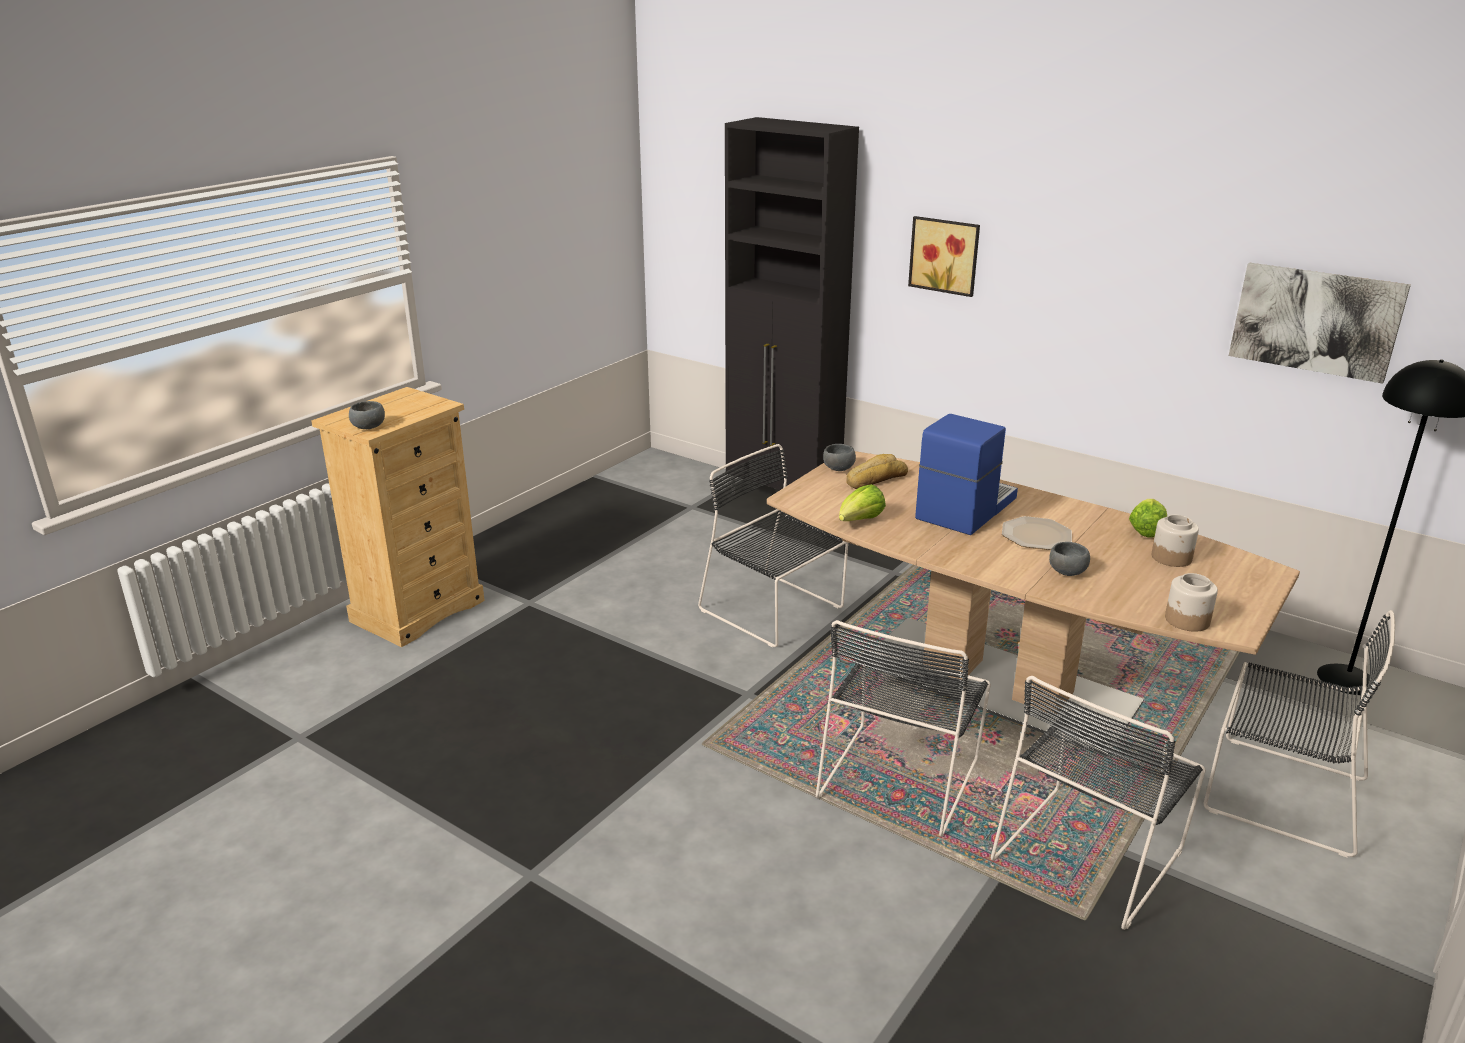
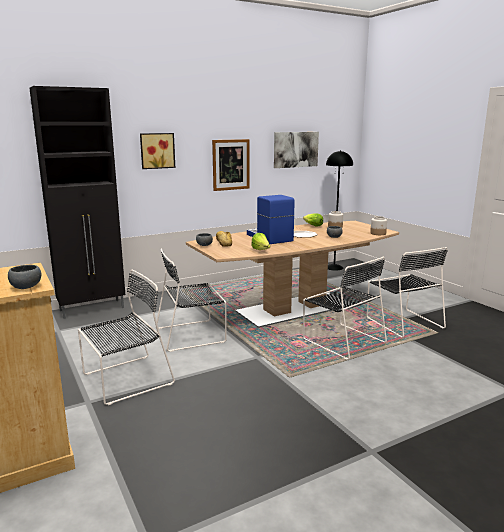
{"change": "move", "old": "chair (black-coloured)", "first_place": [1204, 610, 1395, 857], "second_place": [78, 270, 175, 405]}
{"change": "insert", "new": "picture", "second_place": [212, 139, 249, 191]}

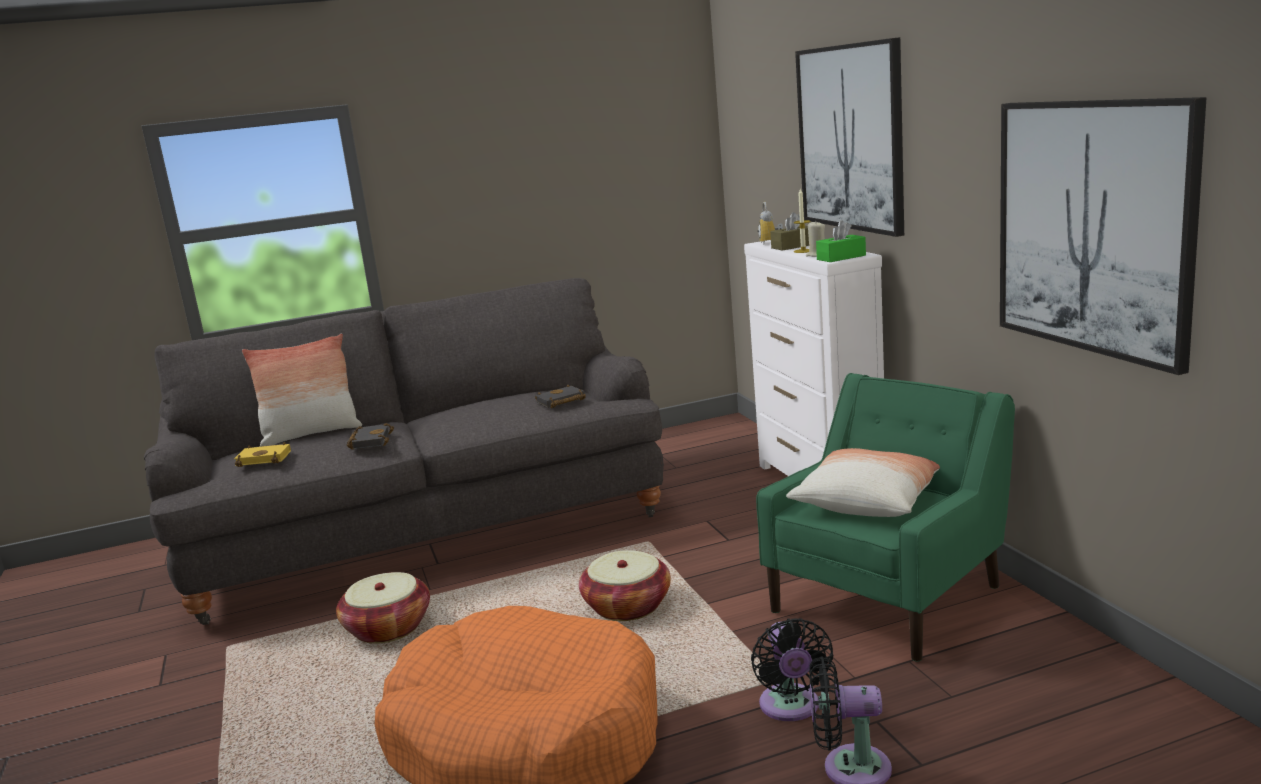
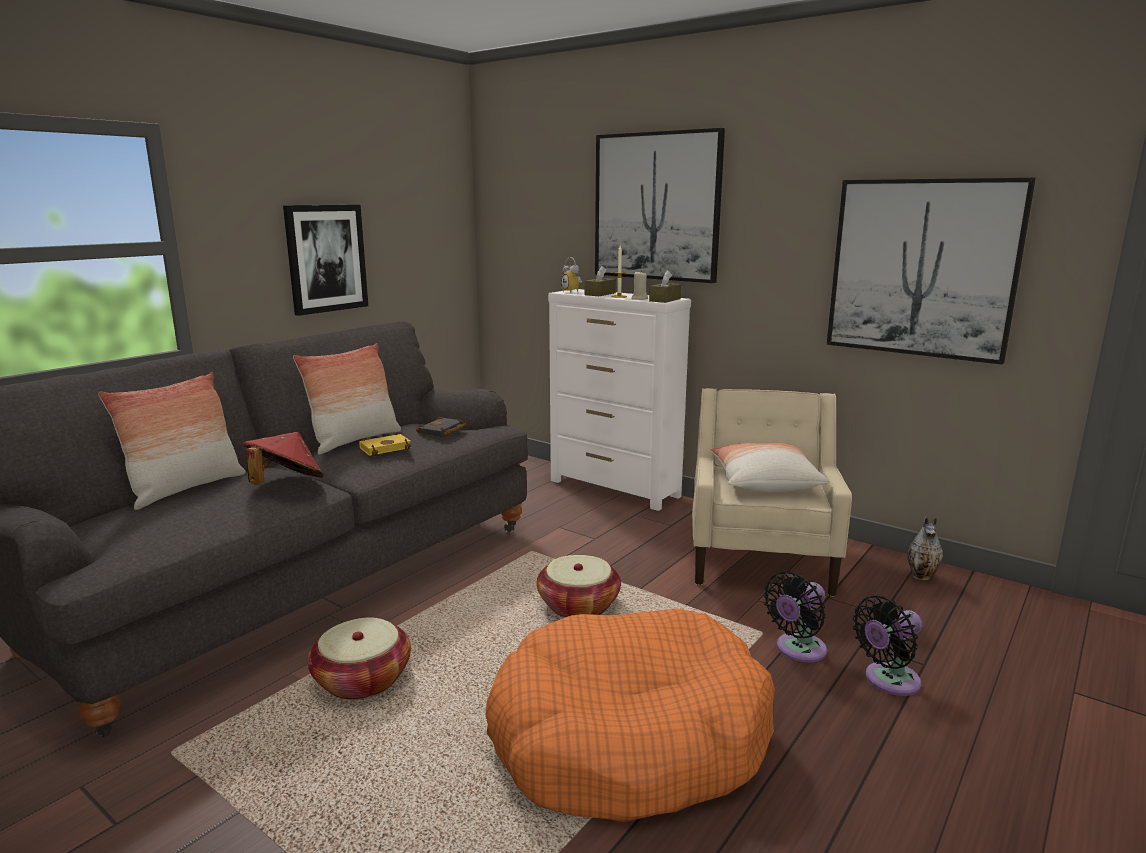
{"change": "replace", "old": "bound book (black-coloured)", "new": "clothing hat (reddish)", "first_place": [347, 423, 394, 450], "second_place": [243, 432, 324, 485]}
{"change": "insert", "new": "picture", "second_place": [283, 205, 368, 316]}
{"change": "insert", "new": "cushion", "second_place": [293, 343, 401, 455]}
{"change": "move", "old": "bound book (yellow-coloured)", "first_place": [234, 442, 291, 467], "second_place": [359, 433, 411, 456]}
{"change": "recolor", "old": "tissue holder (green-coloured)", "new": "tissue holder (brown)", "first_place": [816, 220, 866, 262], "second_place": [649, 270, 681, 303]}
{"change": "recolor", "old": "lounge chair (green-coloured)", "new": "lounge chair (beige)", "first_place": [756, 373, 1015, 662], "second_place": [692, 388, 852, 597]}
{"change": "rotate", "old": "cooling fan (black-coloured)", "first_place": [751, 618, 833, 721], "second_place": [764, 572, 827, 663], "degrees": 90}
{"change": "insert", "new": "vase", "second_place": [907, 516, 943, 580]}

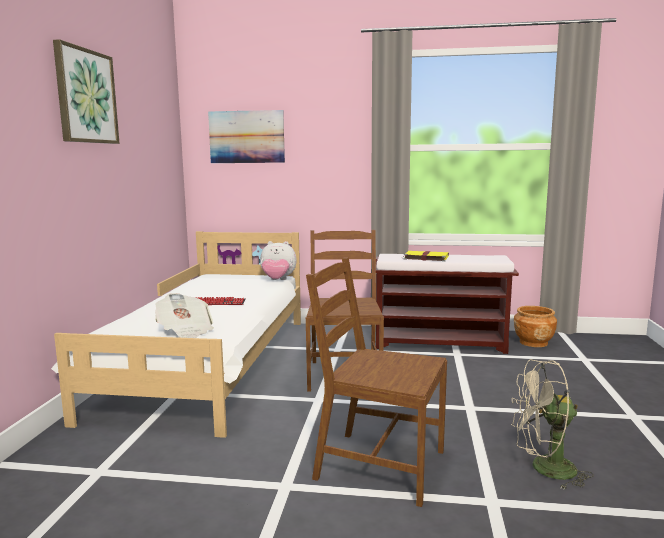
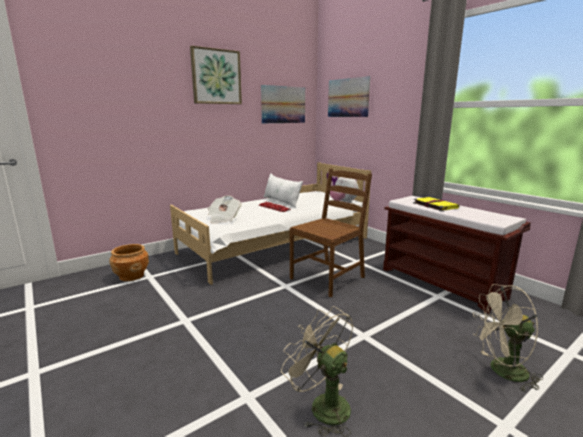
{"change": "move", "old": "flower pot (brown)", "first_place": [514, 306, 557, 347], "second_place": [110, 244, 149, 281]}
{"change": "insert", "new": "picture", "second_place": [261, 85, 305, 123]}
{"change": "insert", "new": "cushion (white-coloured)", "second_place": [264, 173, 303, 208]}
{"change": "insert", "new": "cooling fan (beige)", "second_place": [473, 284, 543, 393]}
{"change": "delete", "old": "chair (brown)", "first_place": [306, 257, 447, 507]}

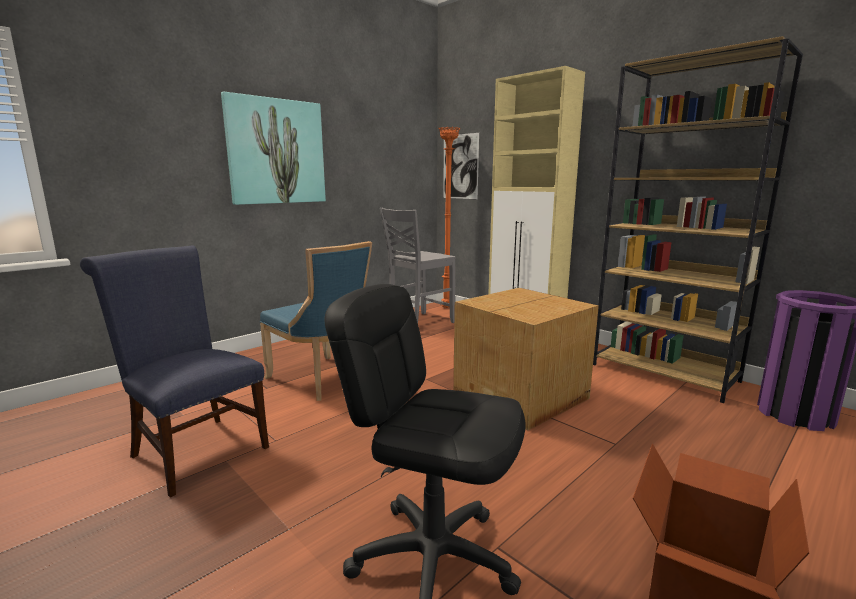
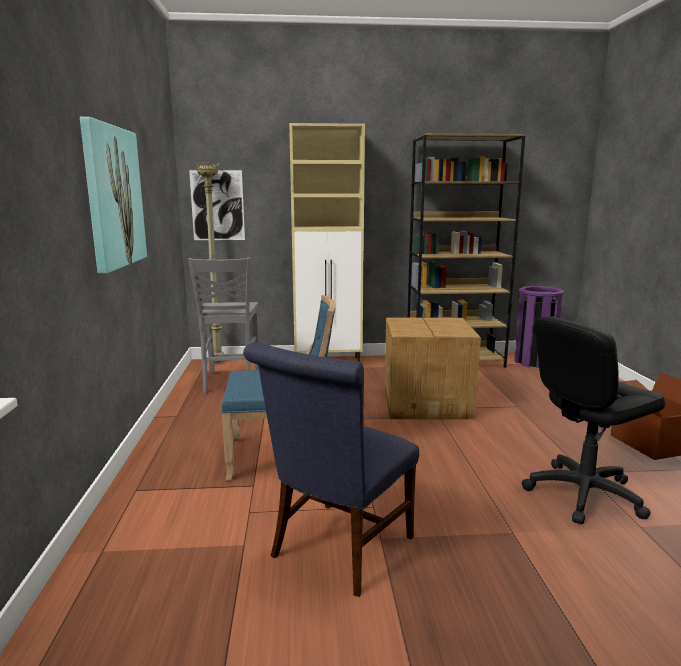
{"change": "recolor", "old": "standing lamp (orange-coloured)", "new": "standing lamp (beige)", "first_place": [439, 127, 460, 308], "second_place": [195, 162, 224, 363]}
{"change": "rotate", "old": "chair (bluish)", "first_place": [80, 246, 269, 498], "second_place": [243, 342, 419, 597], "degrees": -45}

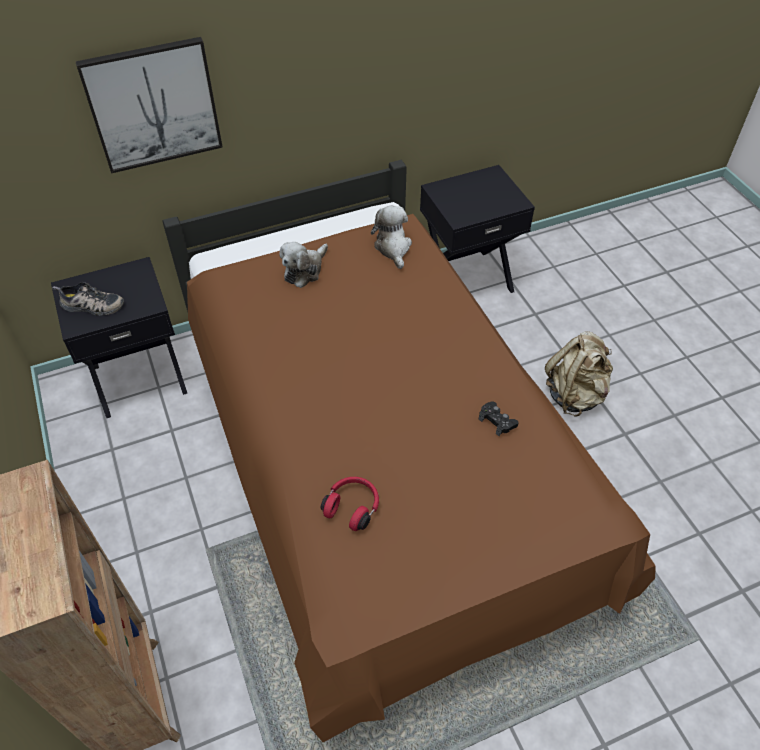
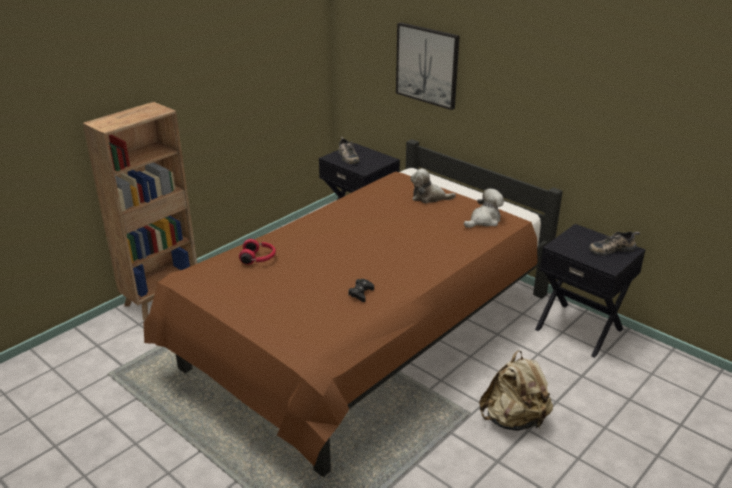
{"change": "insert", "new": "shoe", "second_place": [589, 232, 640, 255]}

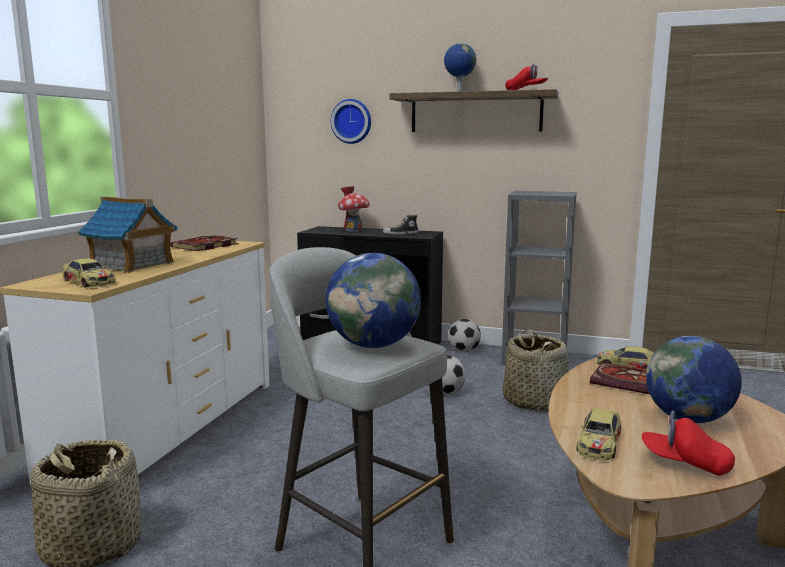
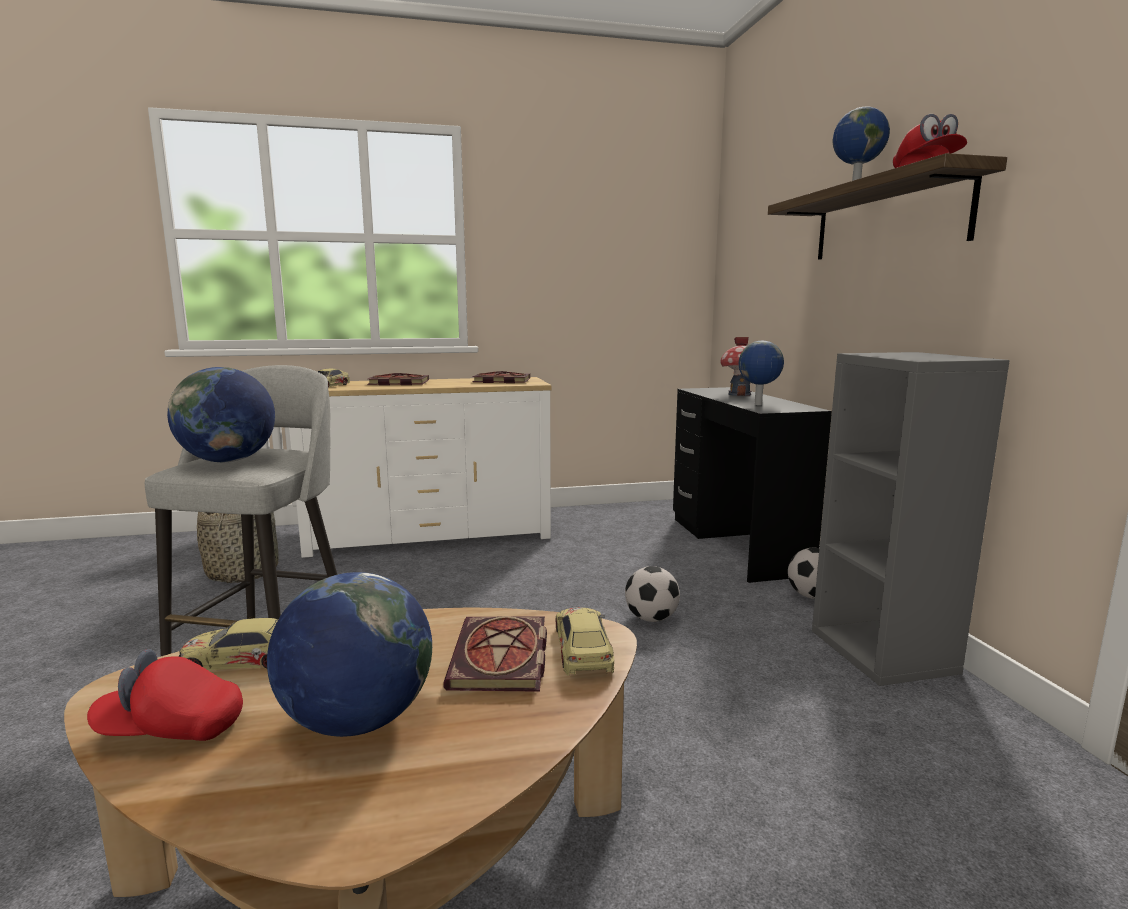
{"change": "rotate", "old": "peaked cap (reddish)", "first_place": [642, 410, 735, 476], "second_place": [87, 649, 243, 741], "degrees": -90}
{"change": "replace", "old": "toy house", "new": "bound book", "first_place": [78, 197, 178, 273], "second_place": [367, 373, 429, 385]}
{"change": "replace", "old": "shoe", "new": "desk globe", "first_place": [383, 215, 419, 235], "second_place": [739, 341, 784, 405]}
{"change": "delete", "old": "clock on the wall", "first_place": [331, 99, 371, 144]}
{"change": "delete", "old": "household basket", "first_place": [503, 329, 569, 412]}

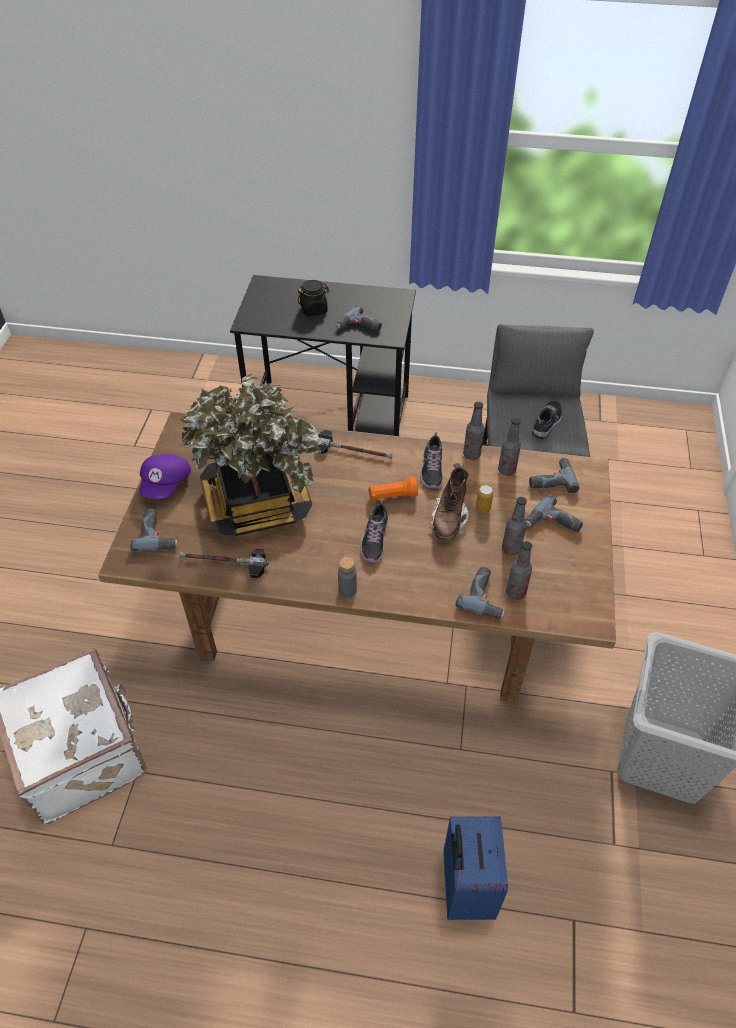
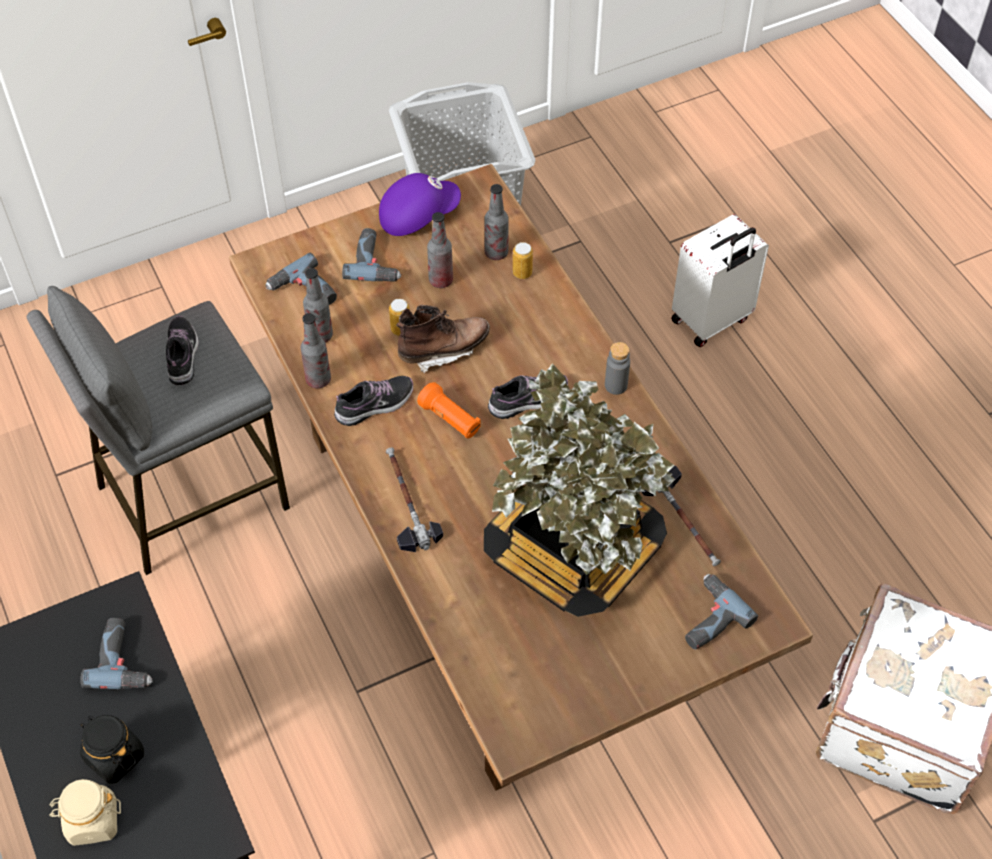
{"change": "insert", "new": "storage jar (beige)", "second_place": [49, 779, 121, 846]}
{"change": "rotate", "old": "shoe", "first_place": [532, 400, 562, 439], "second_place": [166, 316, 199, 385], "degrees": 90}
{"change": "move", "old": "peaked cap (purplish)", "first_place": [139, 454, 191, 499], "second_place": [379, 173, 461, 236]}
{"change": "replace", "old": "power drill", "new": "can", "first_place": [455, 567, 505, 619], "second_place": [513, 242, 533, 279]}
{"change": "recolor", "old": "travel case (bluish)", "new": "travel case (white-coloured)", "first_place": [443, 816, 508, 920], "second_place": [671, 214, 769, 347]}

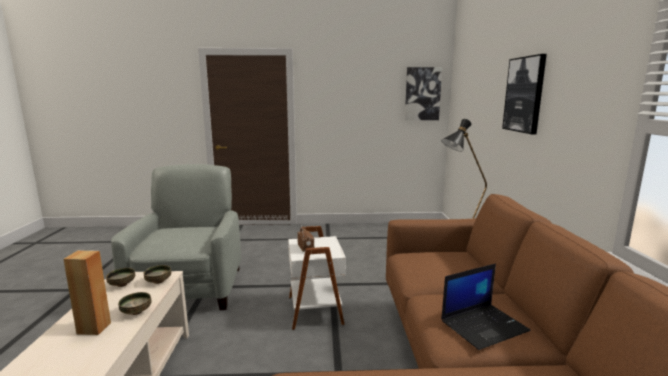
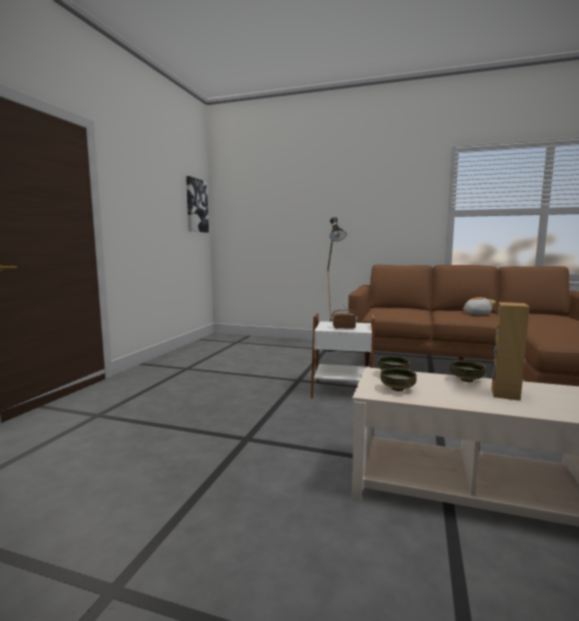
{"change": "replace", "old": "notebook computer", "new": "soft toy", "first_place": [441, 264, 530, 350], "second_place": [463, 297, 496, 315]}
{"change": "delete", "old": "lounge chair (gray)", "first_place": [111, 164, 241, 310]}
{"change": "delete", "old": "picture", "first_place": [502, 54, 547, 134]}

